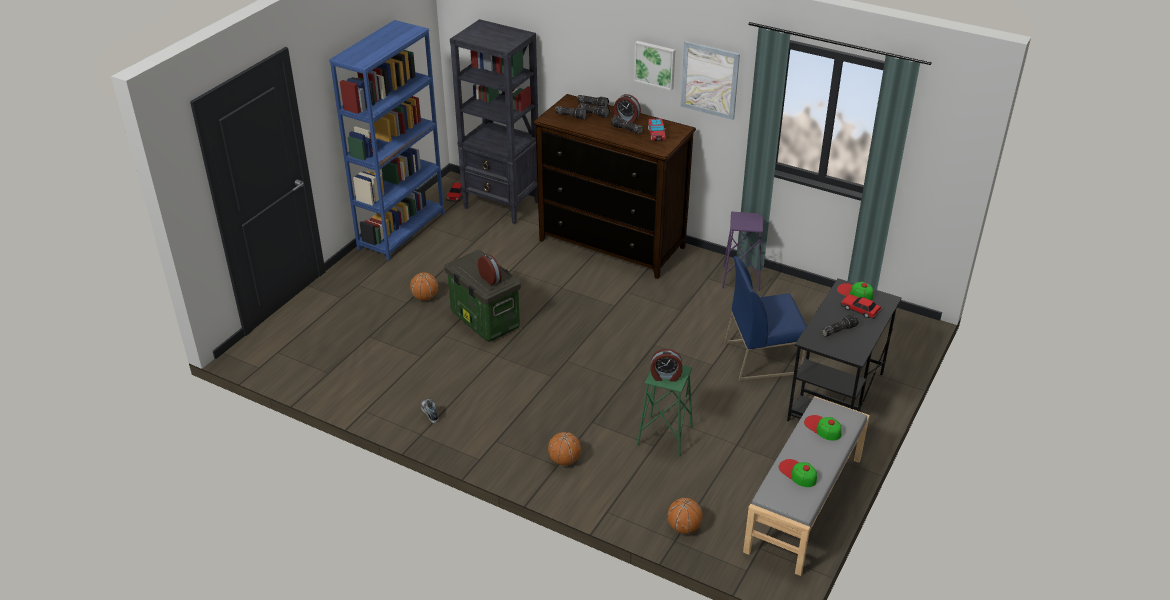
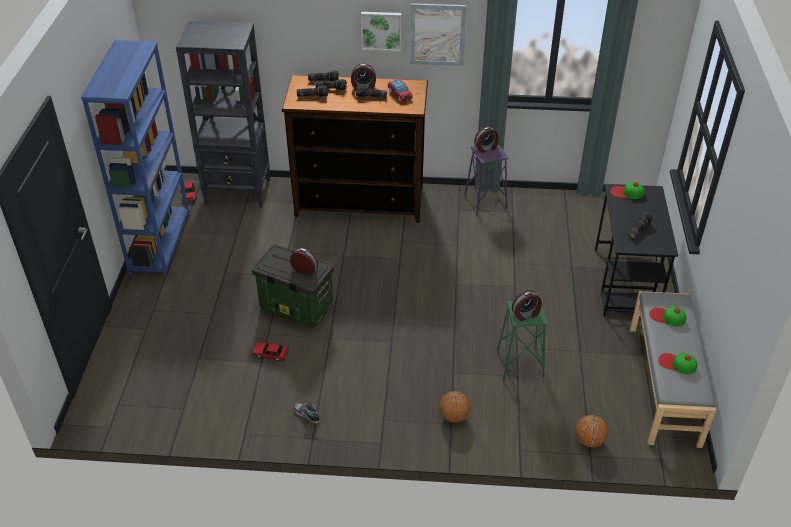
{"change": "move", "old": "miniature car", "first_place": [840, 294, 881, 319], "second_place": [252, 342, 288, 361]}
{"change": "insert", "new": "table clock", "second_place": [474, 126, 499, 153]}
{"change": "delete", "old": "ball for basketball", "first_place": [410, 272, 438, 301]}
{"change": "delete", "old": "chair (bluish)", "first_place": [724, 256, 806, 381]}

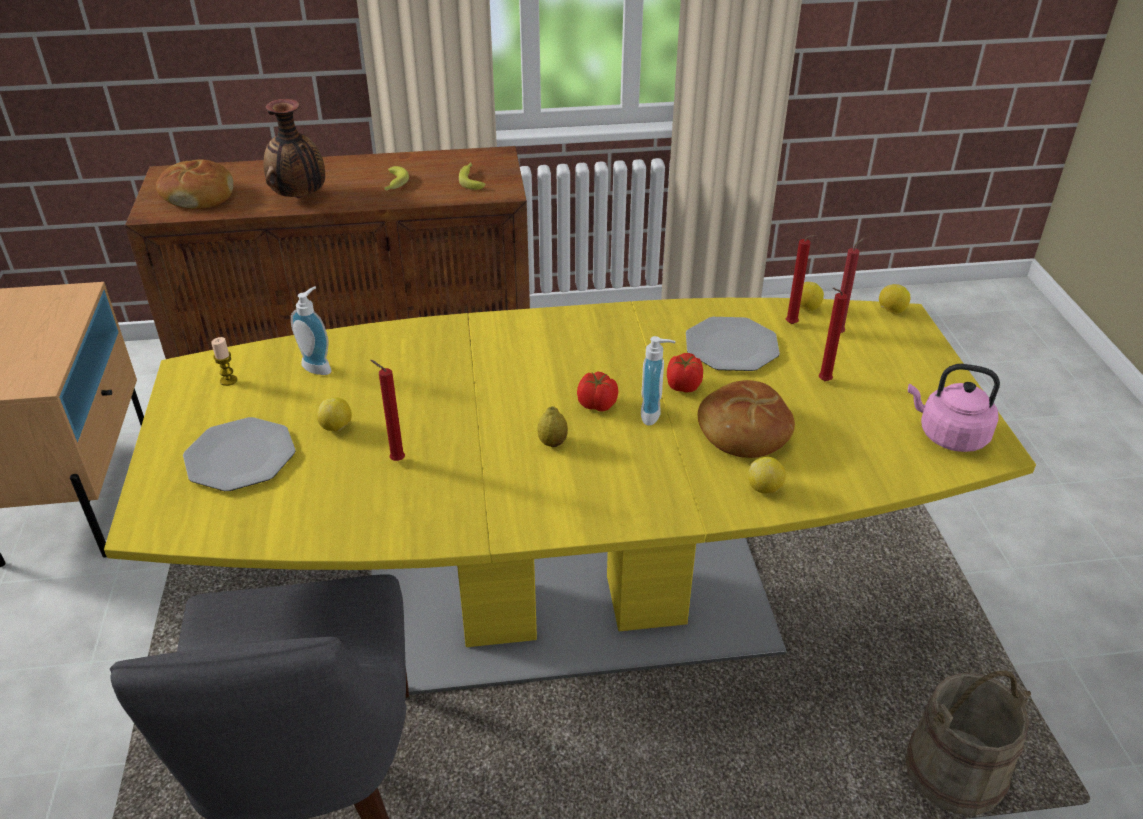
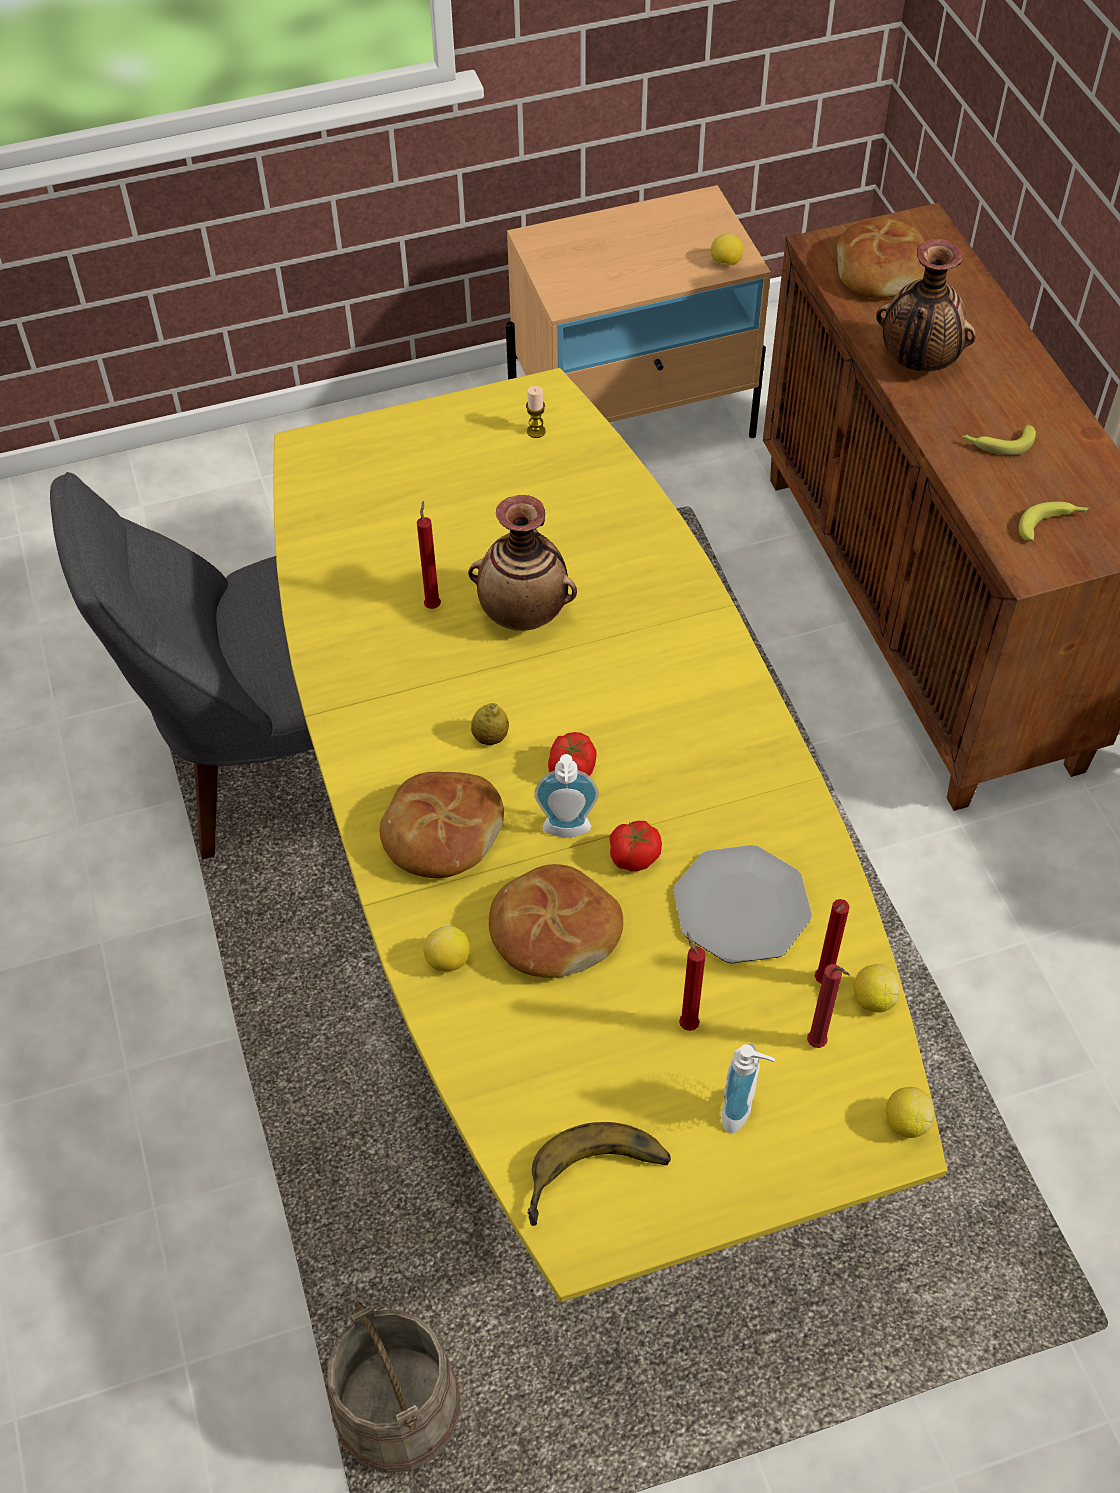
{"change": "insert", "new": "bakery bread", "second_place": [379, 772, 504, 878]}
{"change": "insert", "new": "vase", "second_place": [468, 495, 577, 631]}
{"change": "replace", "old": "water kettle (pink)", "new": "banana", "first_place": [908, 364, 1000, 452], "second_place": [527, 1122, 671, 1226]}
{"change": "move", "old": "whole lemon", "first_place": [317, 397, 352, 431], "second_place": [711, 234, 743, 266]}
{"change": "move", "old": "liquid soap bottle", "first_place": [291, 286, 331, 375], "second_place": [722, 1044, 775, 1133]}
{"change": "delete", "old": "flat dish", "first_place": [183, 417, 296, 491]}

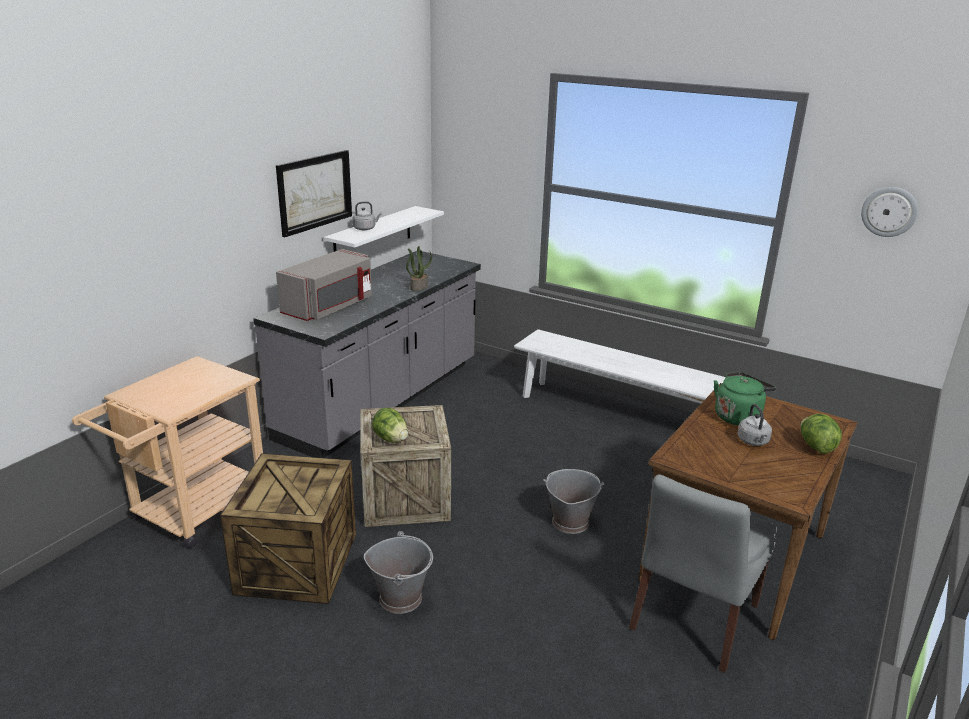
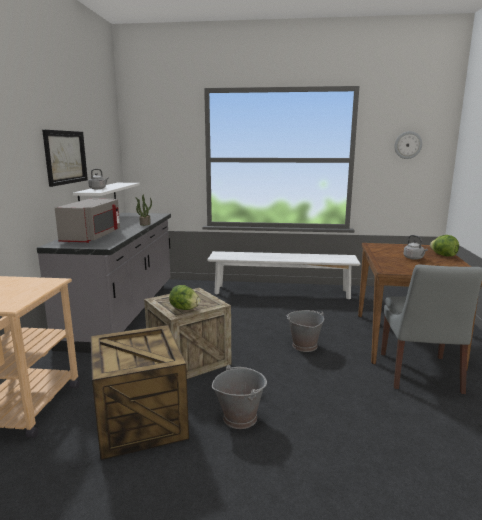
{"change": "delete", "old": "water kettle (green-coloured)", "first_place": [714, 372, 776, 426]}

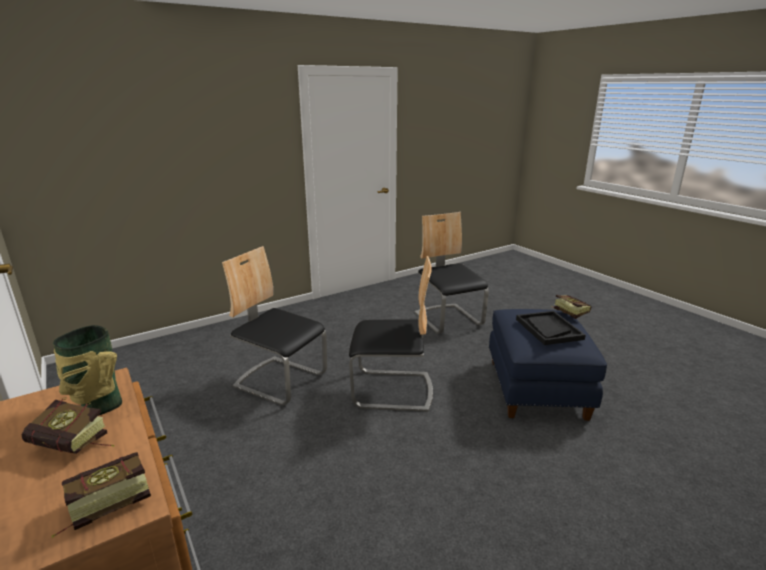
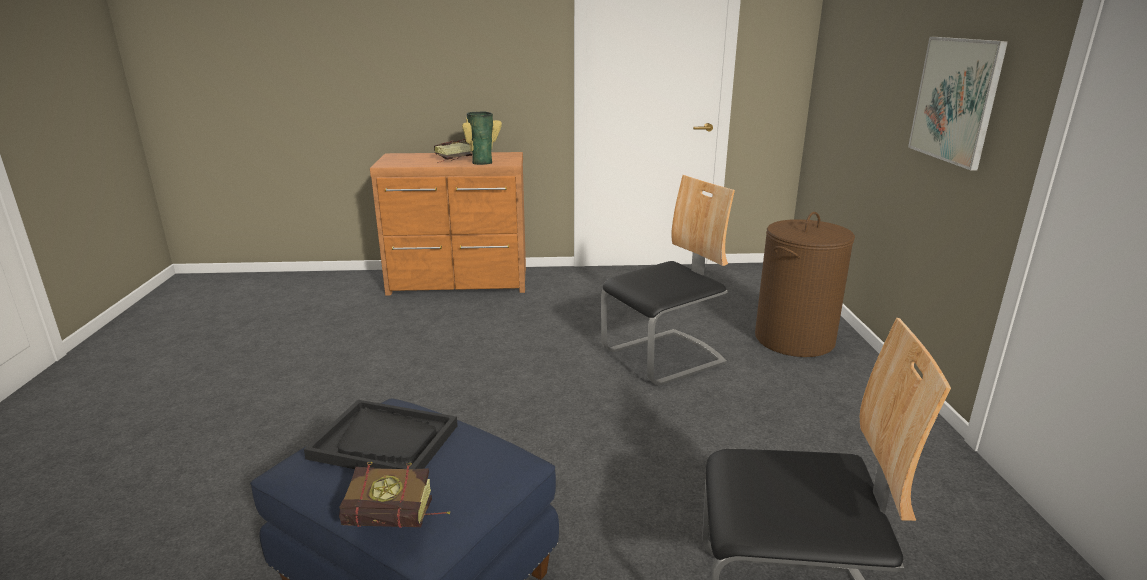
{"change": "insert", "new": "laundry basket (brown)", "second_place": [755, 212, 855, 357]}
{"change": "insert", "new": "picture", "second_place": [908, 37, 1008, 170]}
{"change": "delete", "old": "bound book", "first_place": [52, 452, 151, 538]}
{"change": "delete", "old": "chair", "first_place": [349, 256, 433, 411]}

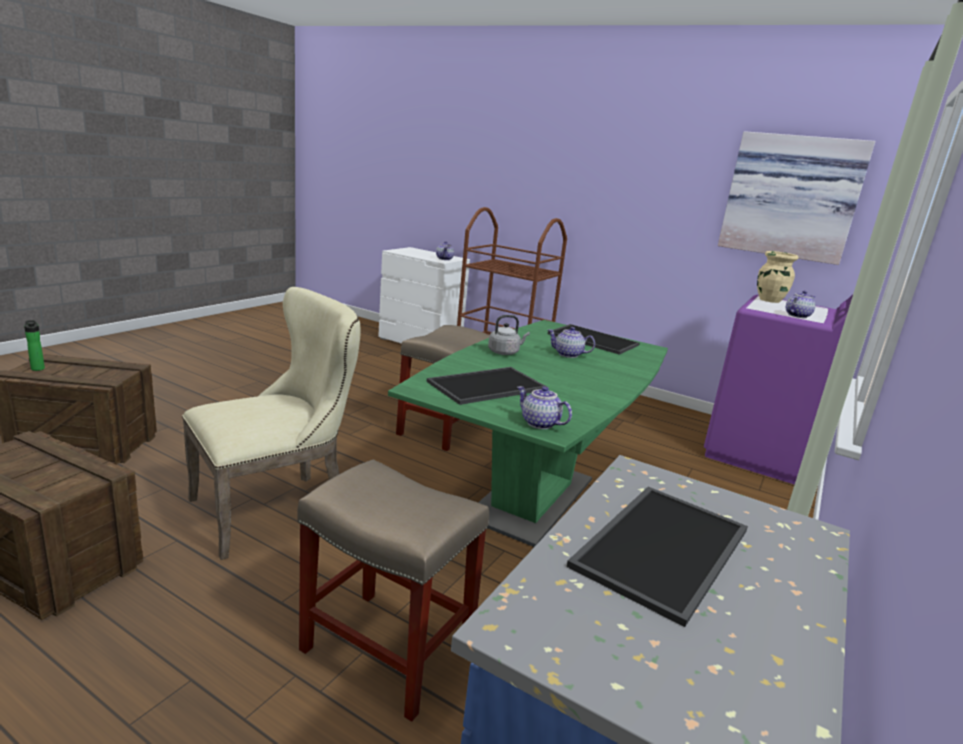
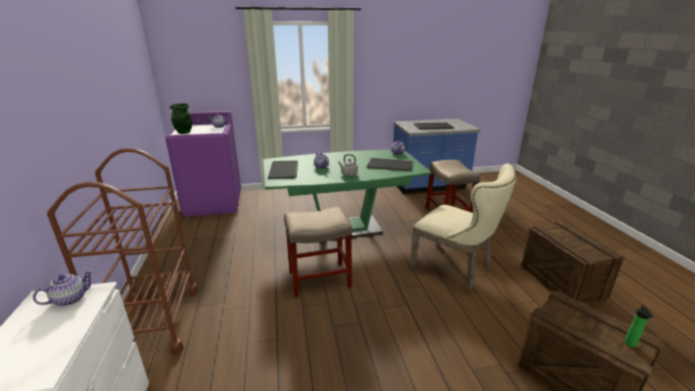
{"change": "recolor", "old": "vase (beige)", "new": "vase (green-coloured)", "first_place": [757, 251, 798, 303], "second_place": [170, 104, 192, 134]}
{"change": "rotate", "old": "chair (beige)", "first_place": [182, 287, 361, 560], "second_place": [410, 163, 516, 290], "degrees": -150}
{"change": "delete", "old": "picture", "first_place": [718, 131, 875, 265]}

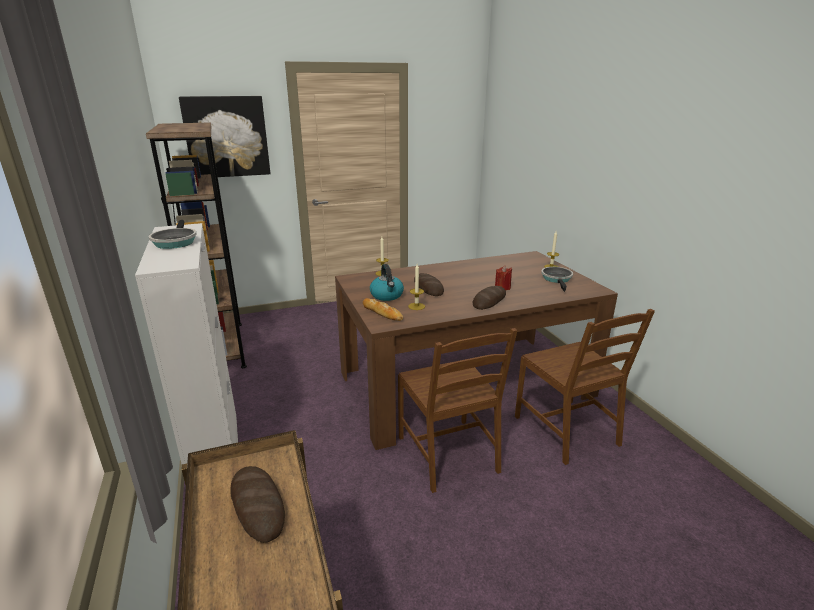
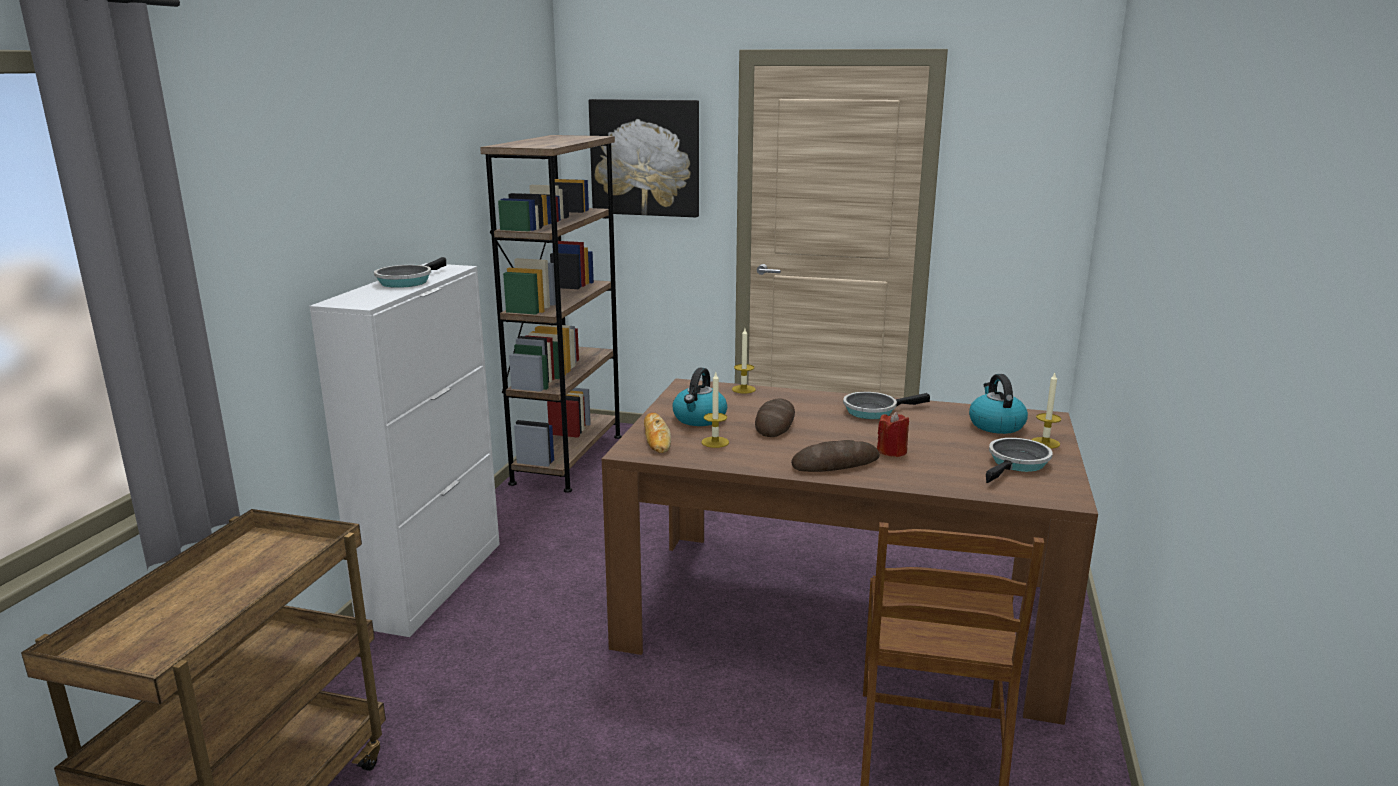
{"change": "insert", "new": "frying pan", "second_place": [843, 392, 930, 419]}
{"change": "insert", "new": "water kettle", "second_place": [969, 374, 1028, 434]}
{"change": "delete", "old": "bakery bread", "first_place": [230, 466, 285, 543]}
{"change": "delete", "old": "chair (brown)", "first_place": [398, 328, 517, 493]}

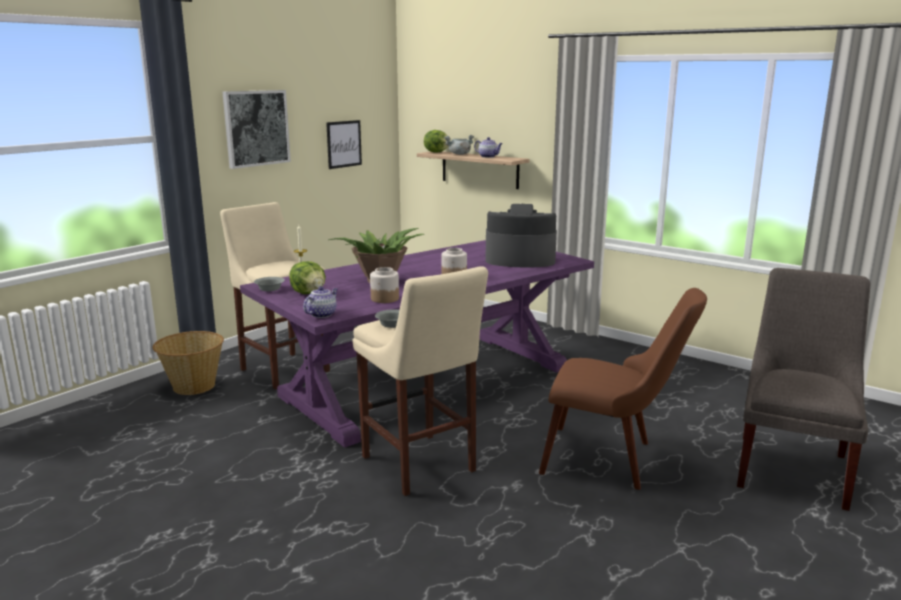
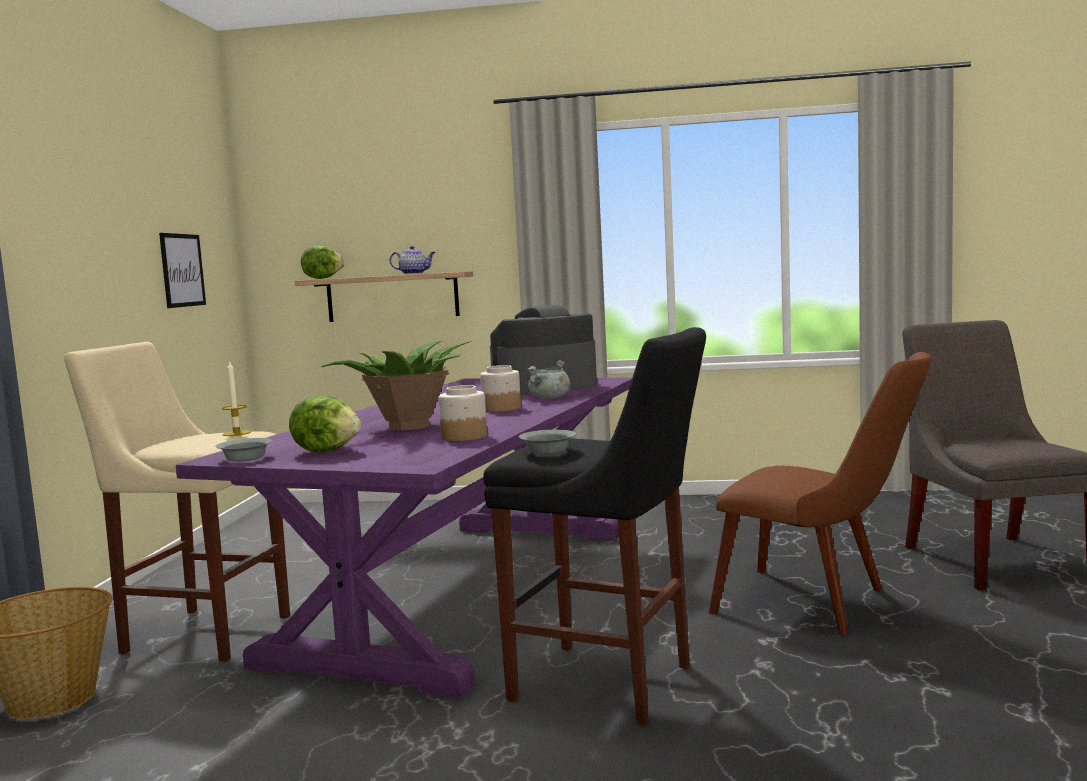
{"change": "recolor", "old": "stool seat (beige)", "new": "stool seat (black-coloured)", "first_place": [353, 266, 488, 496], "second_place": [483, 327, 706, 726]}
{"change": "move", "old": "saucepot (gray)", "first_place": [444, 135, 474, 155], "second_place": [527, 360, 571, 399]}
{"change": "rotate", "old": "chair (brown)", "first_place": [539, 288, 707, 490], "second_place": [709, 352, 931, 636], "degrees": 45}
{"change": "delete", "old": "picture", "first_place": [223, 90, 291, 169]}
{"change": "delete", "old": "pot for tea", "first_place": [303, 286, 338, 318]}

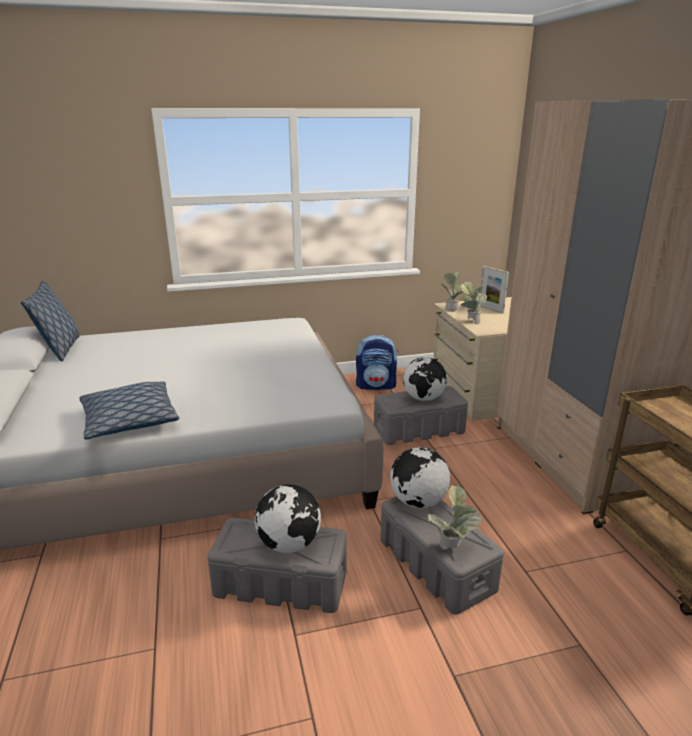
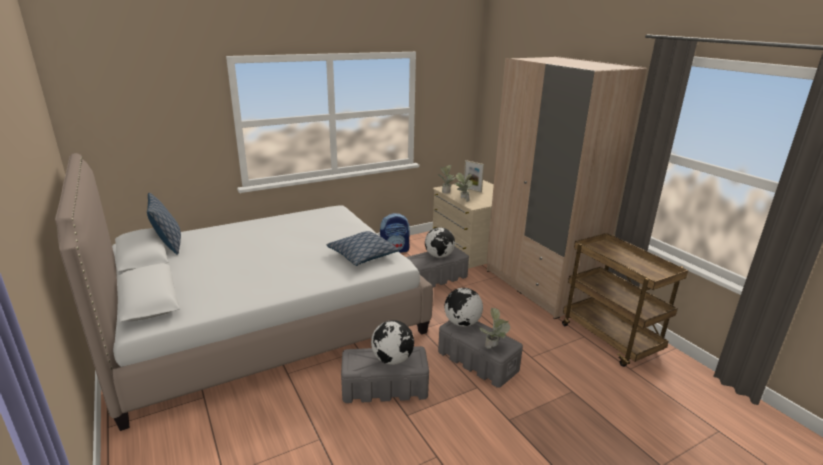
{"change": "move", "old": "cushion", "first_place": [79, 381, 179, 440], "second_place": [326, 231, 400, 266]}

